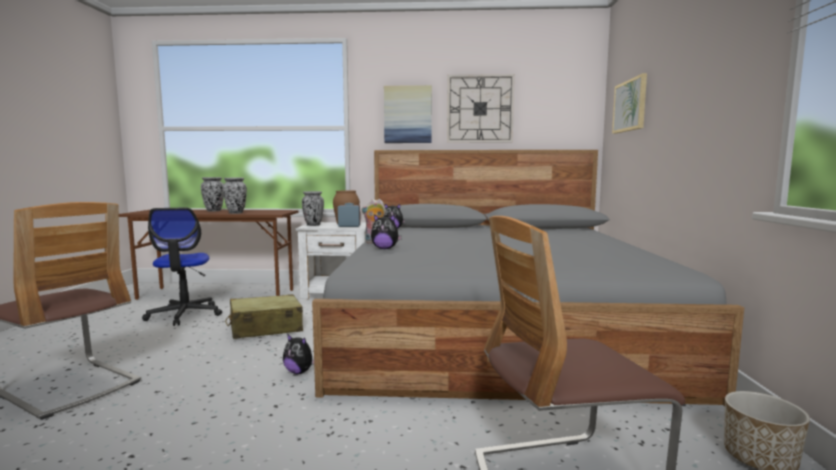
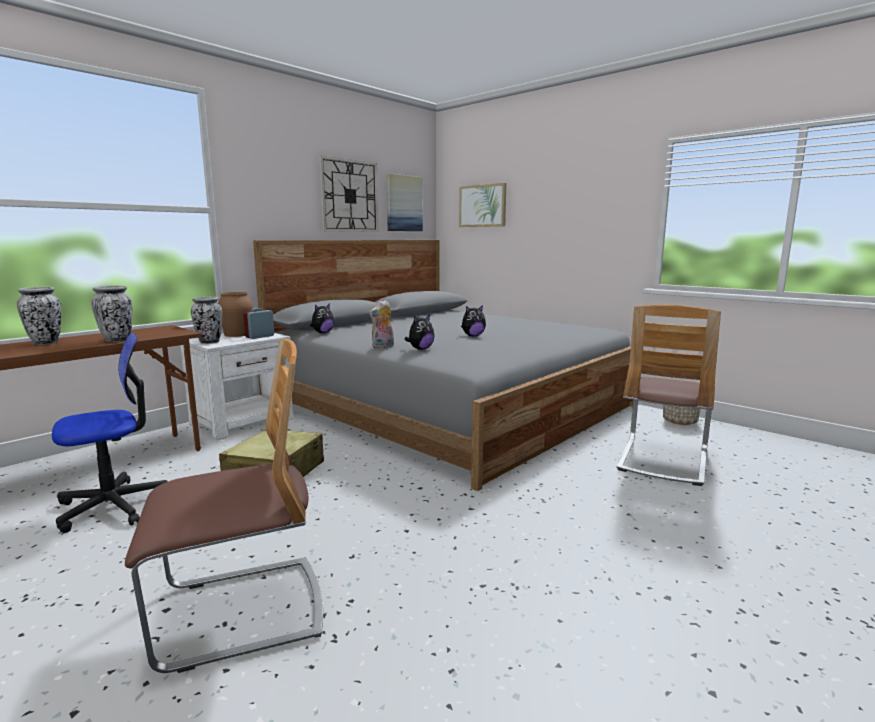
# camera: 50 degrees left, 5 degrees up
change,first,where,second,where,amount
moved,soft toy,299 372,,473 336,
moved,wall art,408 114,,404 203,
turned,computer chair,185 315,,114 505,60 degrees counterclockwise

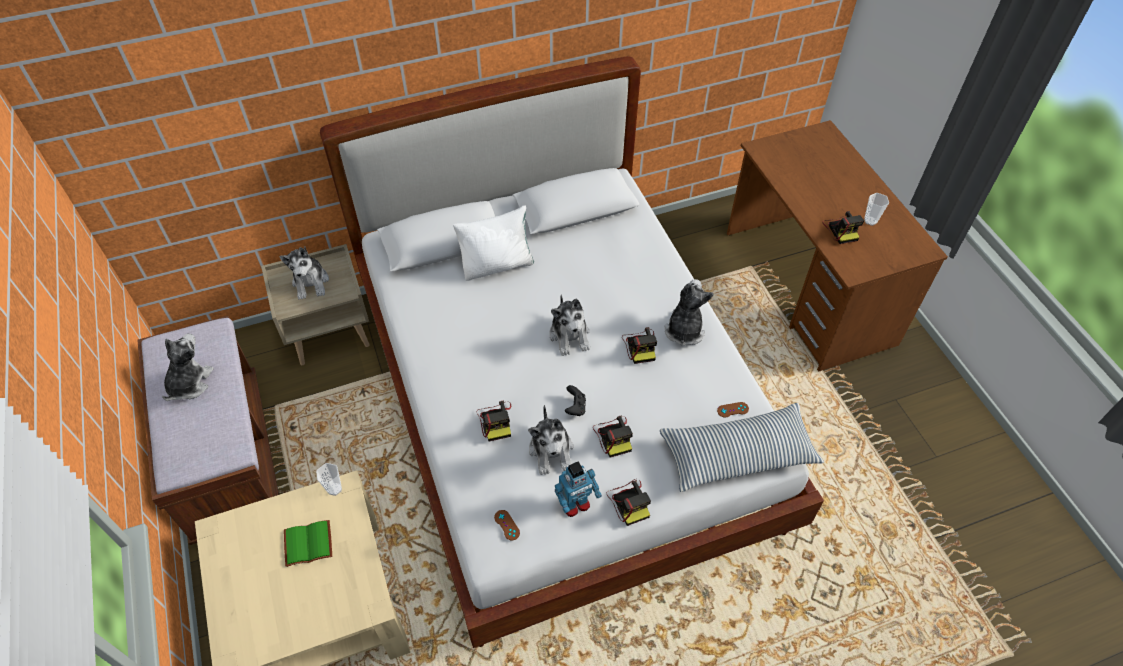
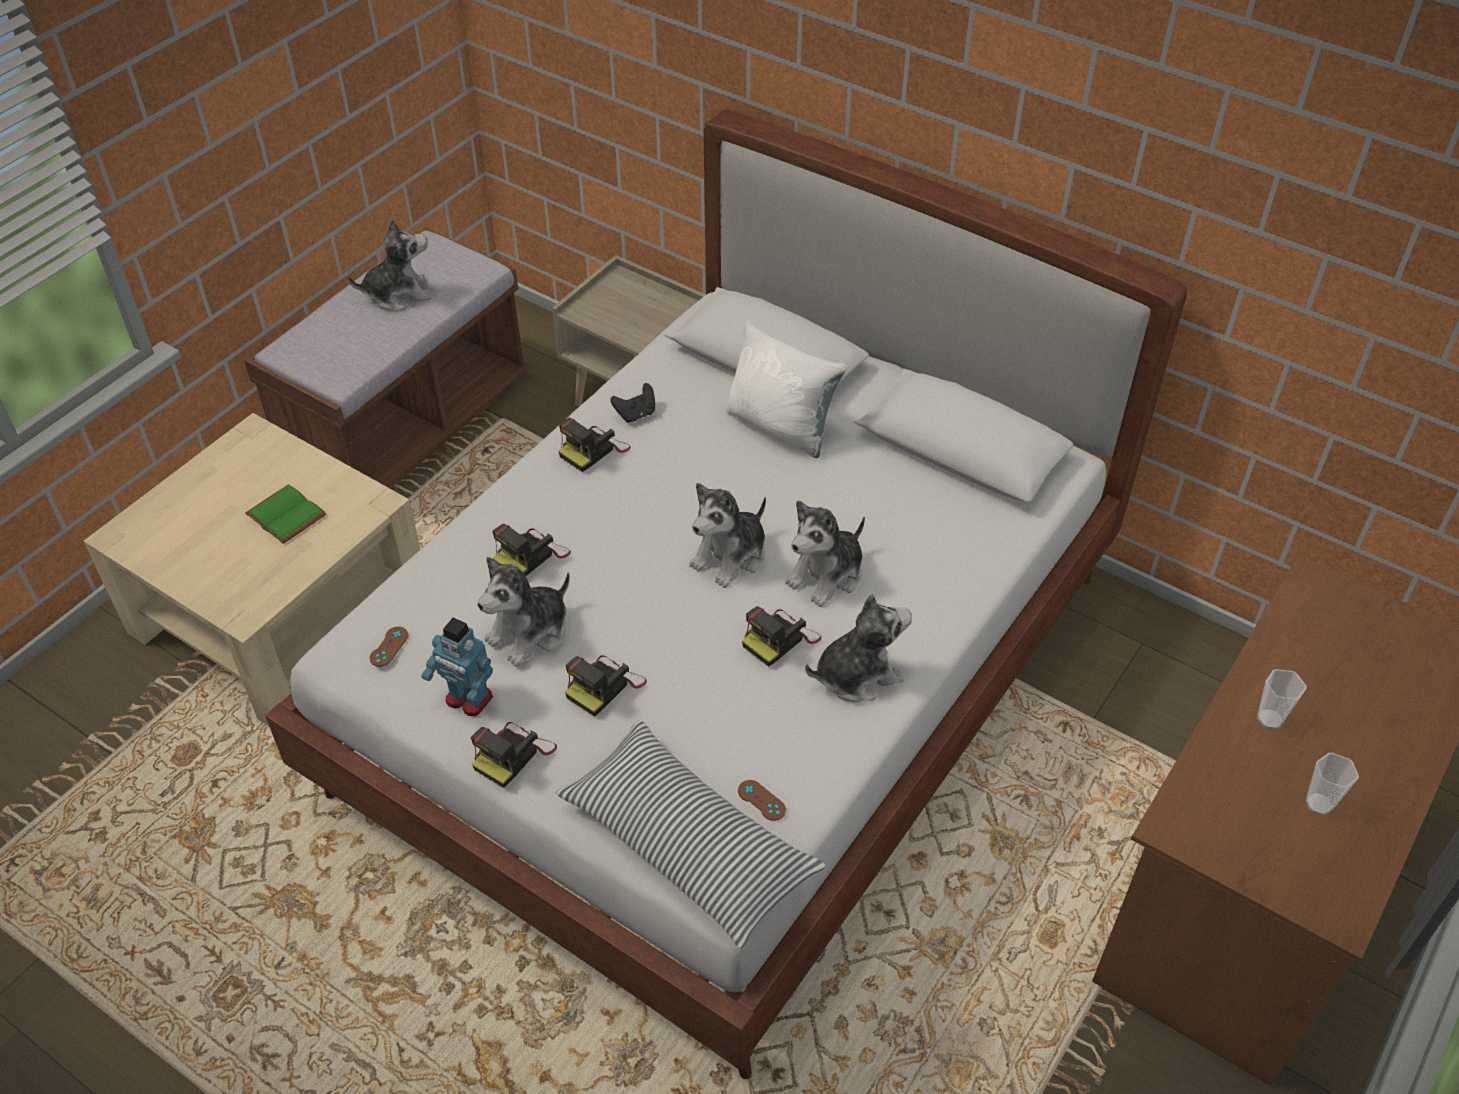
# camera: 55 degrees right, 5 degrees down
change,first,where,second,where,amount
moved,soft toy,311 282,,827 575,
moved,cup,334 489,,1270 719,
moved,black joypad,575 407,,636 414,
moved,still camera,841 229,,593 450,

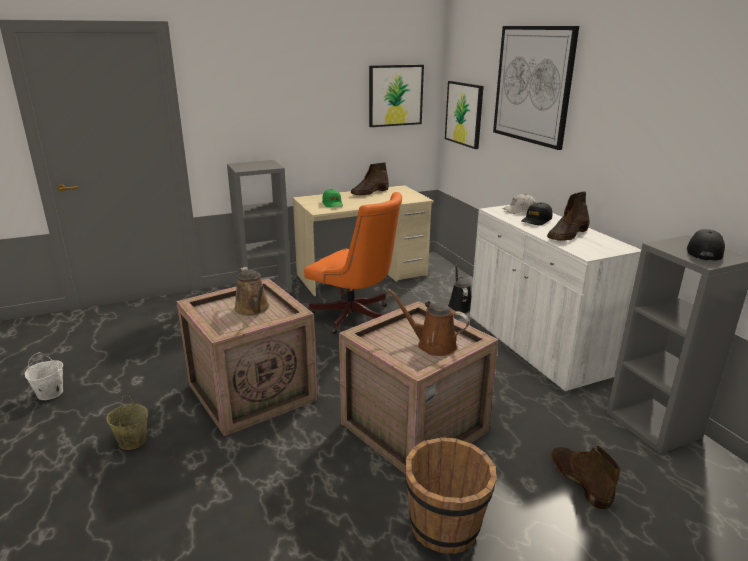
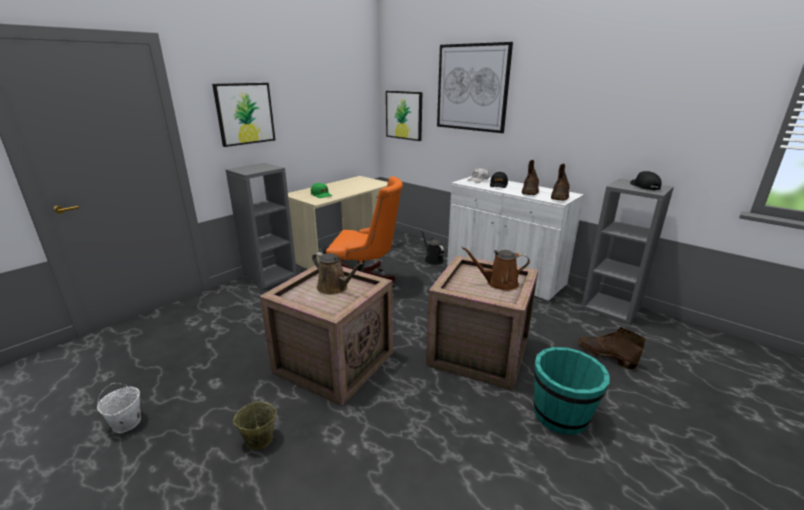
# camera: 25 degrees left, 0 degrees up
change,first,where,second,where,amount
moved,brown tall boot,369 192,,560 196,
moved,wall art,395 95,,245 114,
recoloured,brown bucket,445 527,turquoise-coloured bucket,561 415,

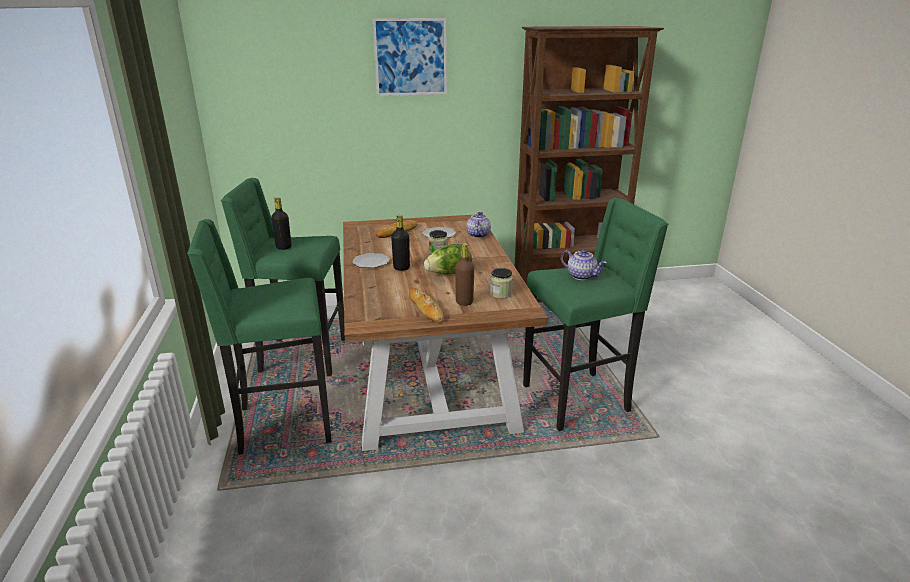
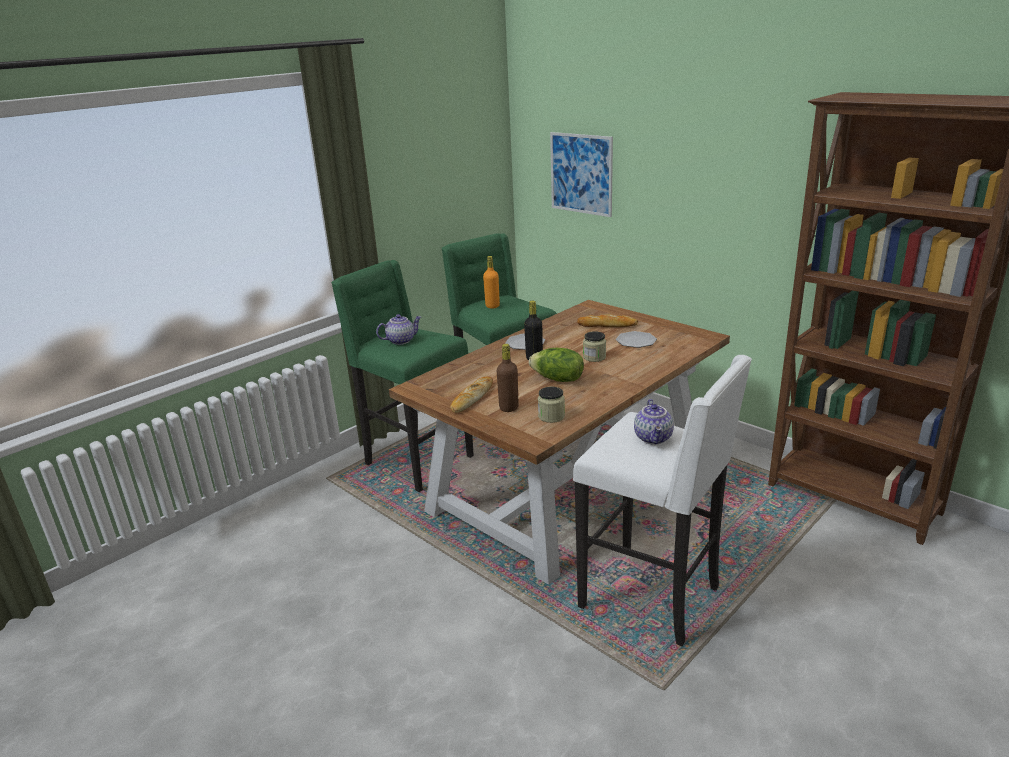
# camera: 55 degrees right, 0 degrees up
change,first,where,second,where,amount
moved,wall art,410 57,,581 174,
moved,teapot,477 235,,401 340,
recoloured,black bottle,283 247,orange bottle,492 306,
recoloured,green stool seat,578 399,whitish stool seat,653 597,

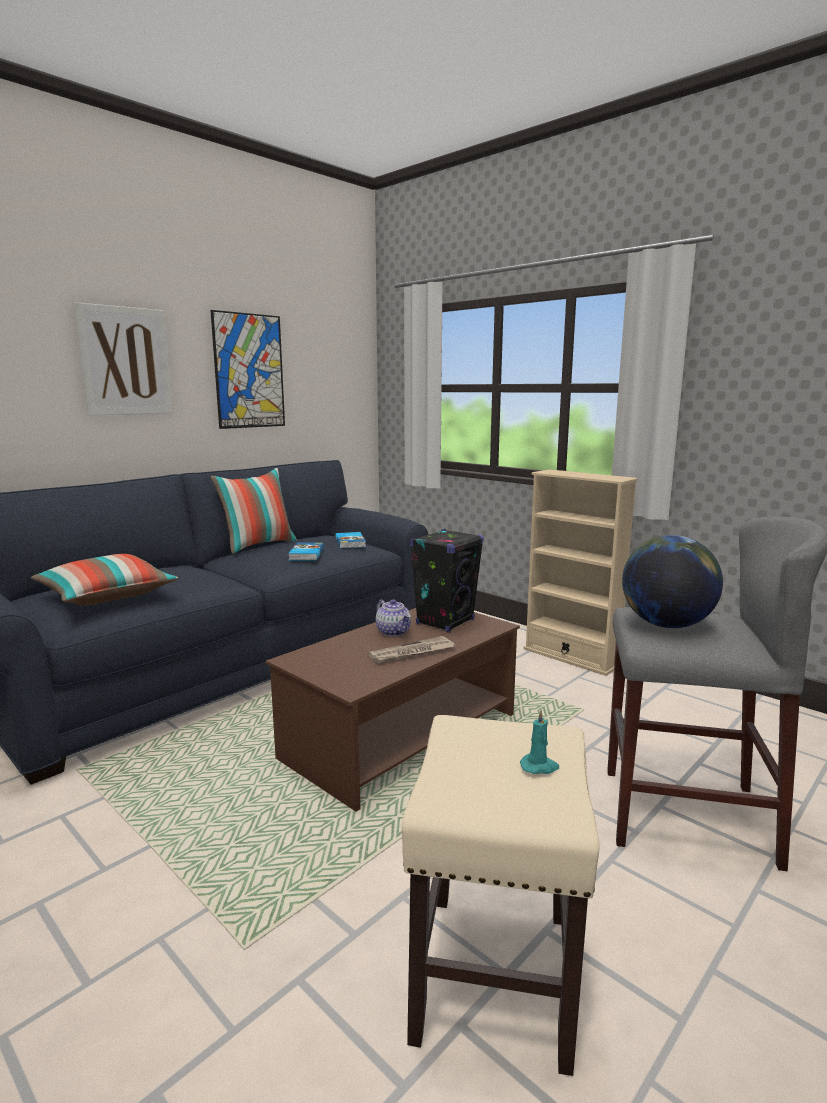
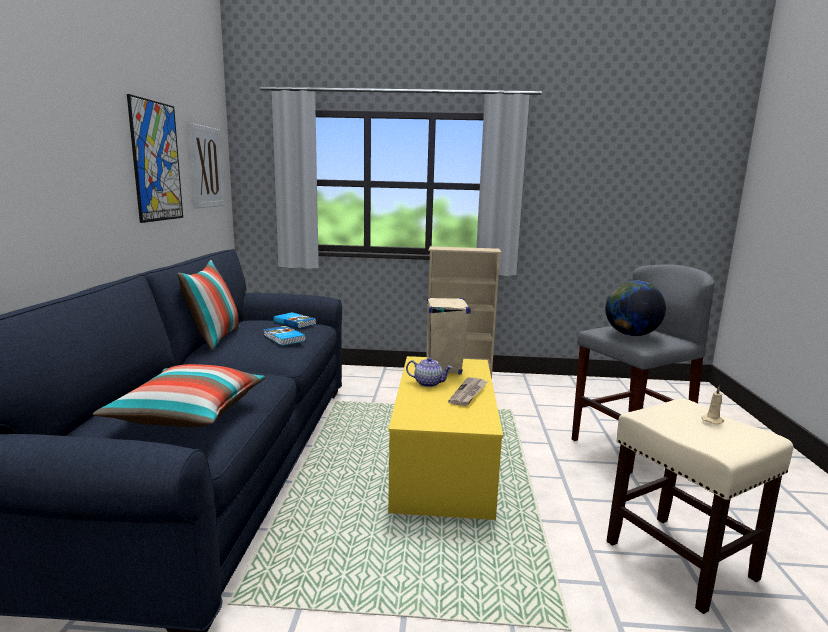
# camera: 40 degrees left, 0 degrees up
change,first,where,second,where,amount
moved,wall art,125 361,,206 167,
recoloured,brown lounge table,403 735,yellow lounge table,443 462,
recoloured,black speaker,445 622,beige-coloured speaker,444 368,
recoloured,turquoise-coloured wax candle,539 767,beige-coloured wax candle,713 420,

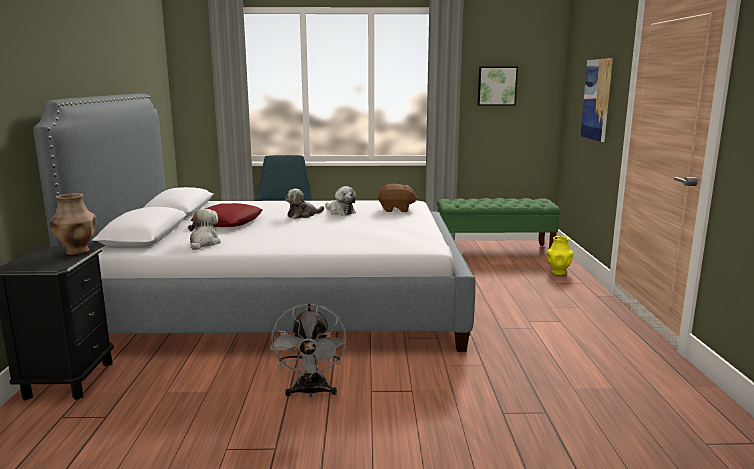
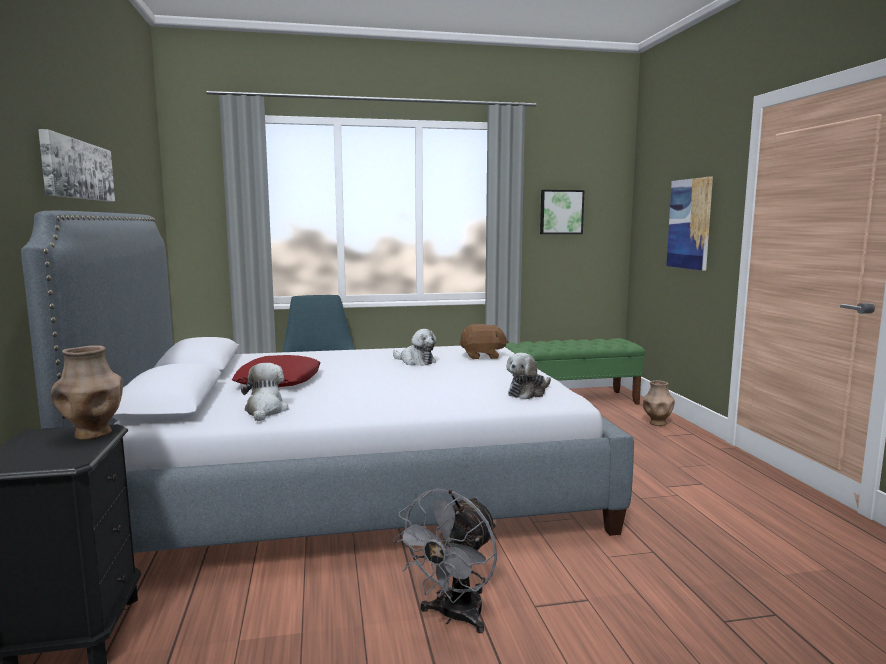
# camera: 10 degrees left, 5 degrees down
change,first,where,second,where,amount
added,,,wall art,77 170,
moved,soft toy,303 215,,528 393,
recoloured,yellow vase,558 273,brown vase,657 423,
turned,gray fan,311 392,,454 617,45 degrees clockwise

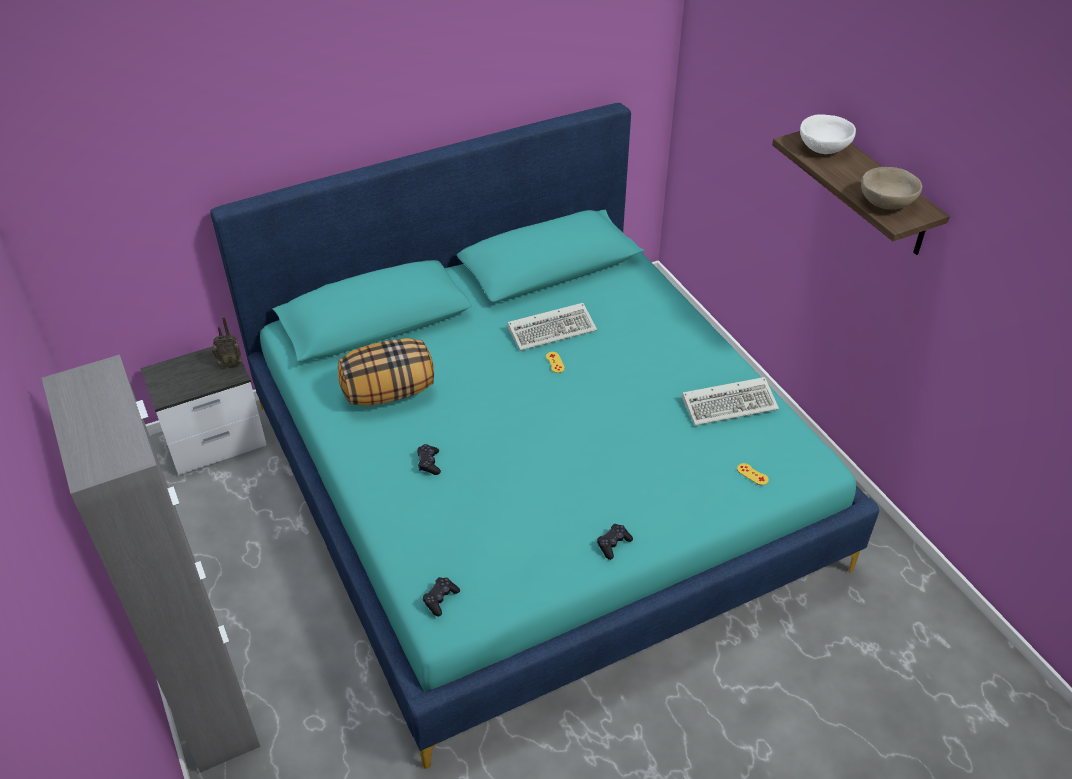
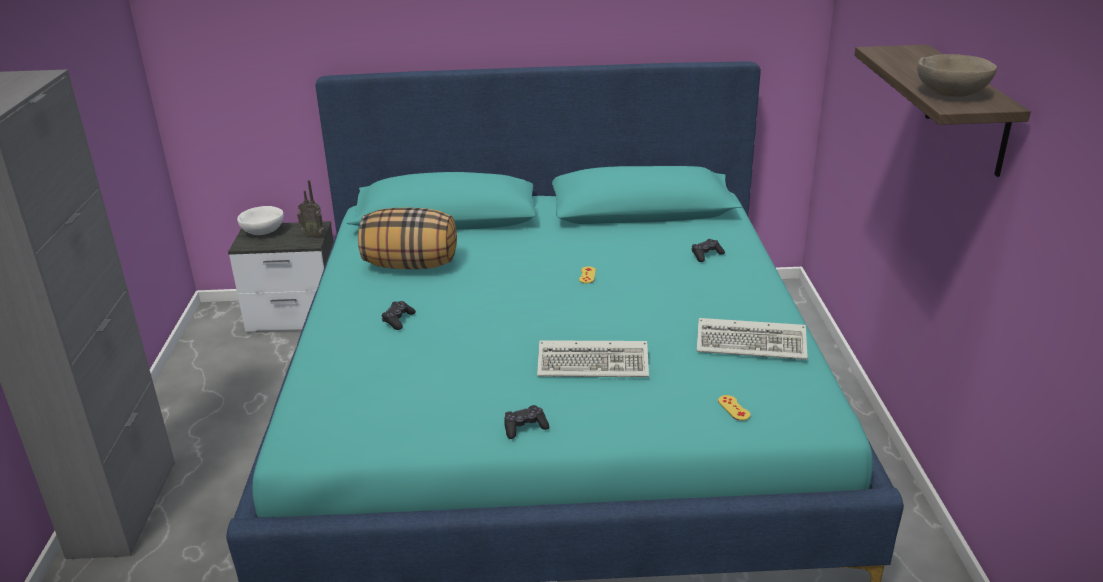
# camera: 25 degrees right, 15 degrees down
change,first,where,second,where,amount
moved,black joypad,440 599,,706 255,
moved,keyboard,553 329,,595 363,
moved,whitish deep dish,823 148,,263 232,

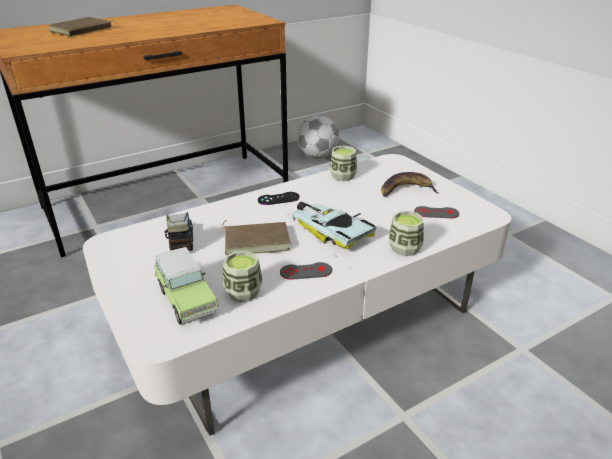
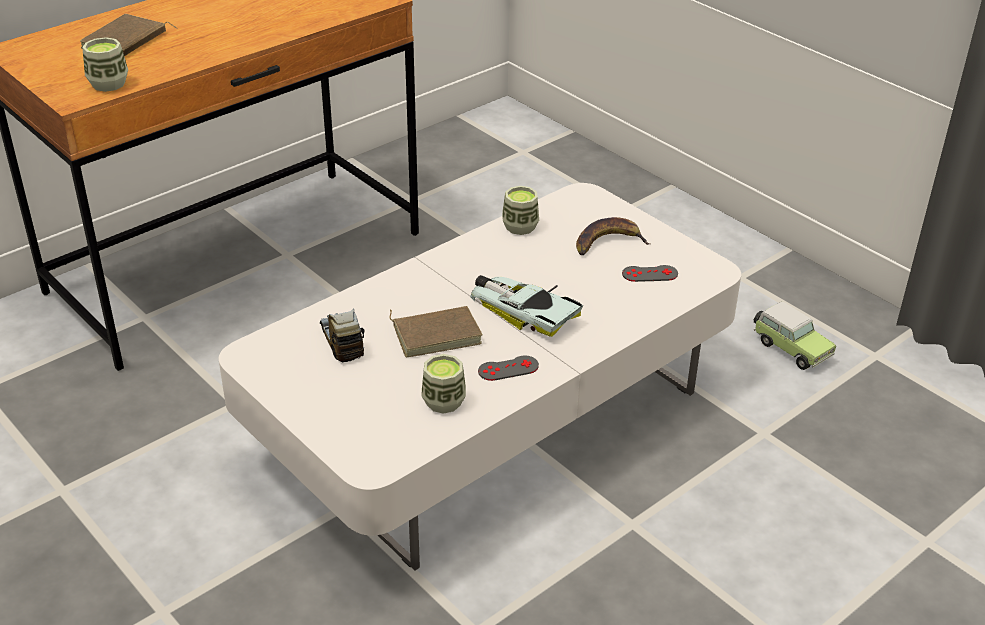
# camera: 10 degrees left, 5 degrees up
change,first,where,second,where,amount
removed,black joypad,278 199,,,
removed,football ball,318 156,,,
moved,model car,186 299,,789 348,
moved,cup,404 248,,108 84,

